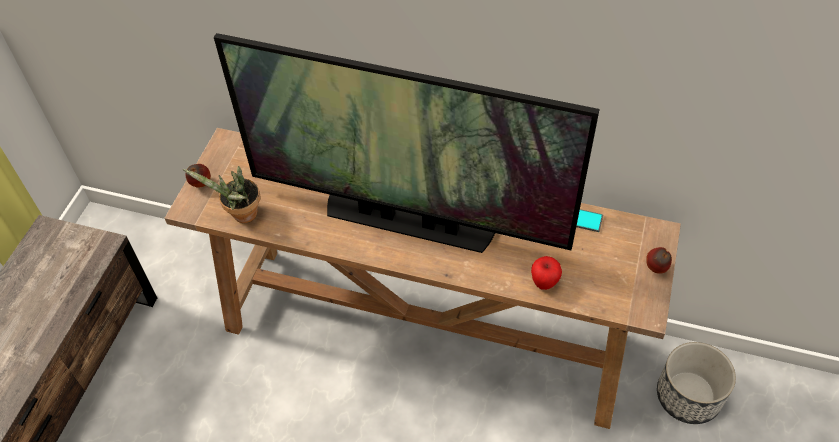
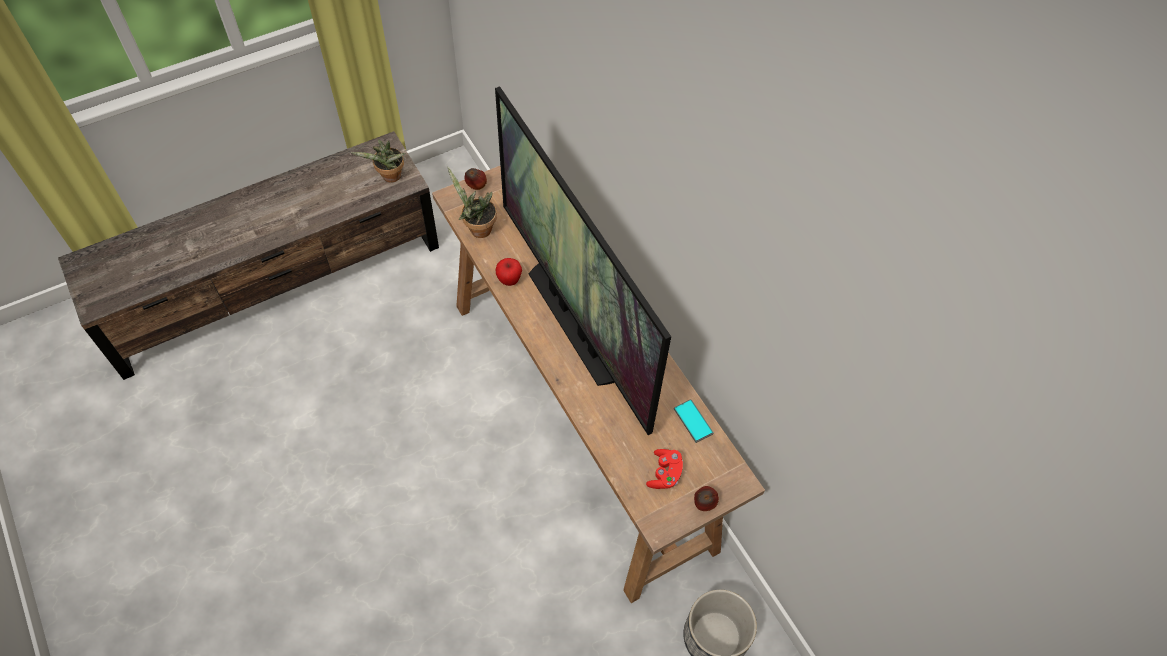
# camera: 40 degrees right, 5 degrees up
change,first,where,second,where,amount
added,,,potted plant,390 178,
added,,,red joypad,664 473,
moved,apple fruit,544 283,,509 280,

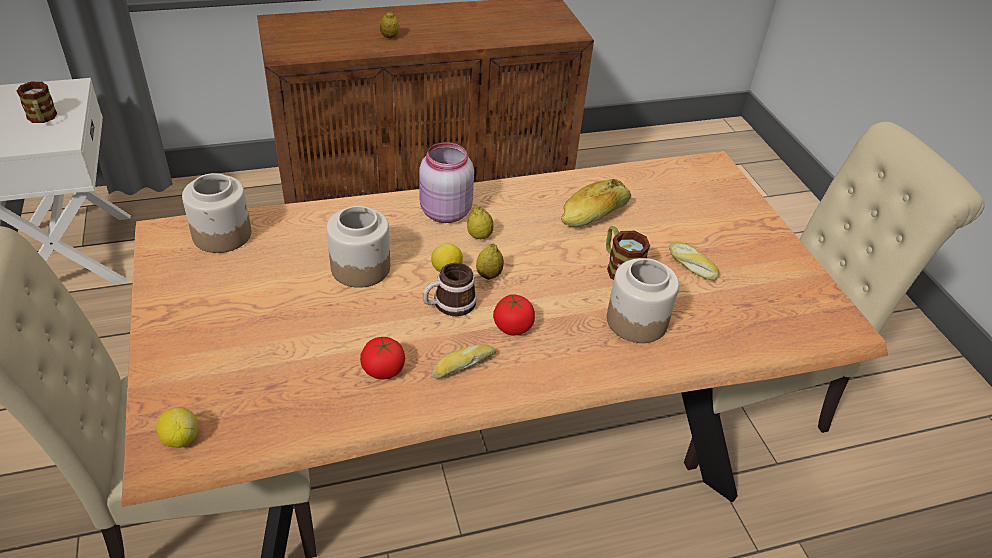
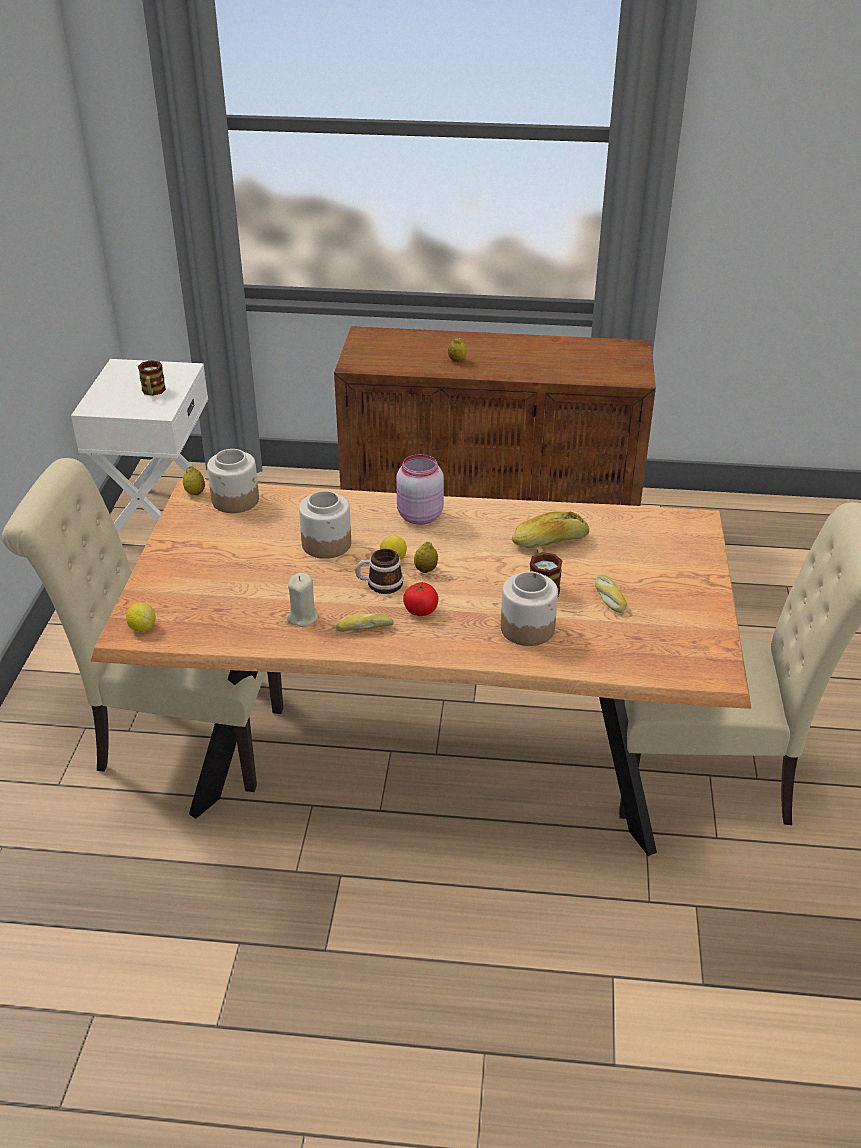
# camera: 25 degrees right, 5 degrees down
change,first,where,second,where,amount
moved,citrus fruit,479 236,,195 493,
replaced,tomato,383 370,beige-coloured wax candle,303 617,

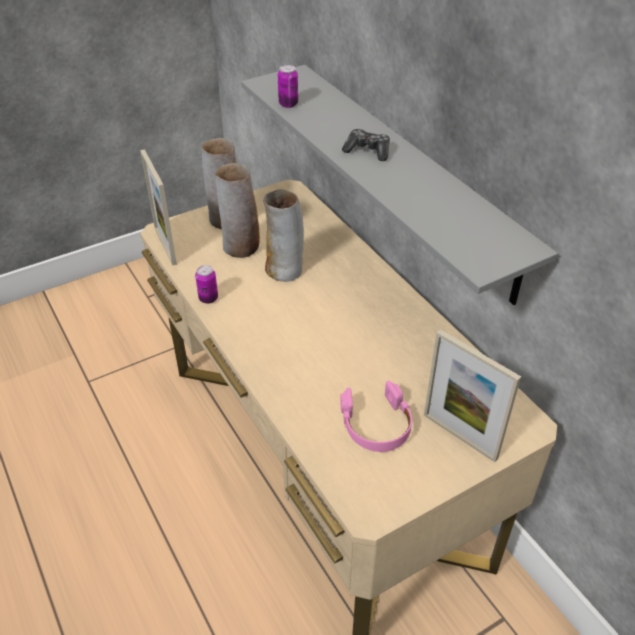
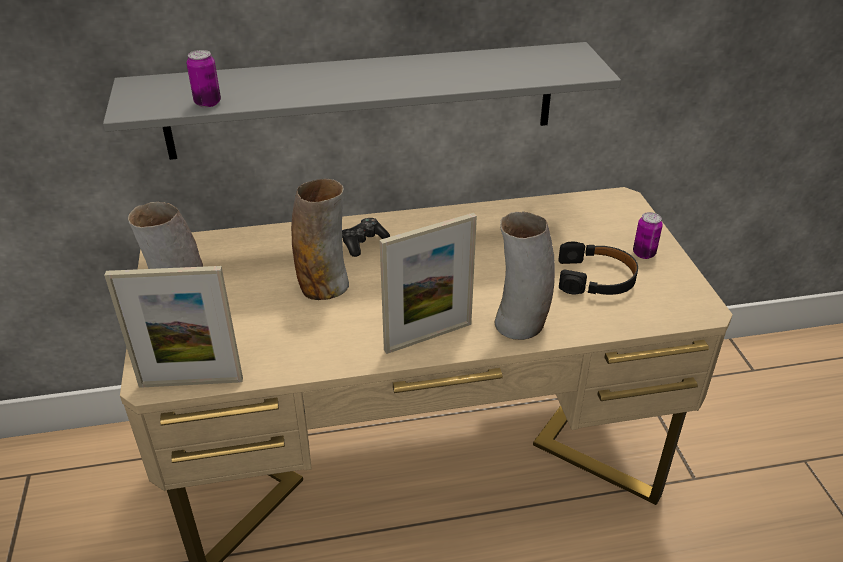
# camera: 70 degrees left, 5 degrees down
change,first,where,second,where,amount
moved,sealed can,208 298,,644 253,
moved,vase,241 248,,520 323,
moved,joypad,368 151,,363 242,
moved,picture frame,459 436,,428 337,
recoloured,pink headset,376 425,black headset,596 278,

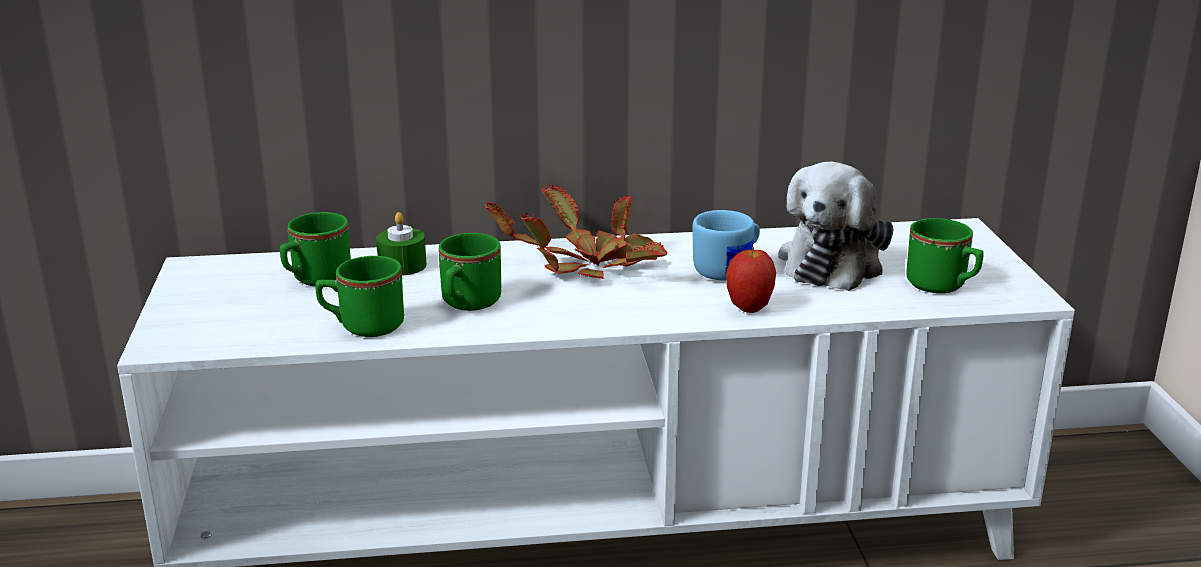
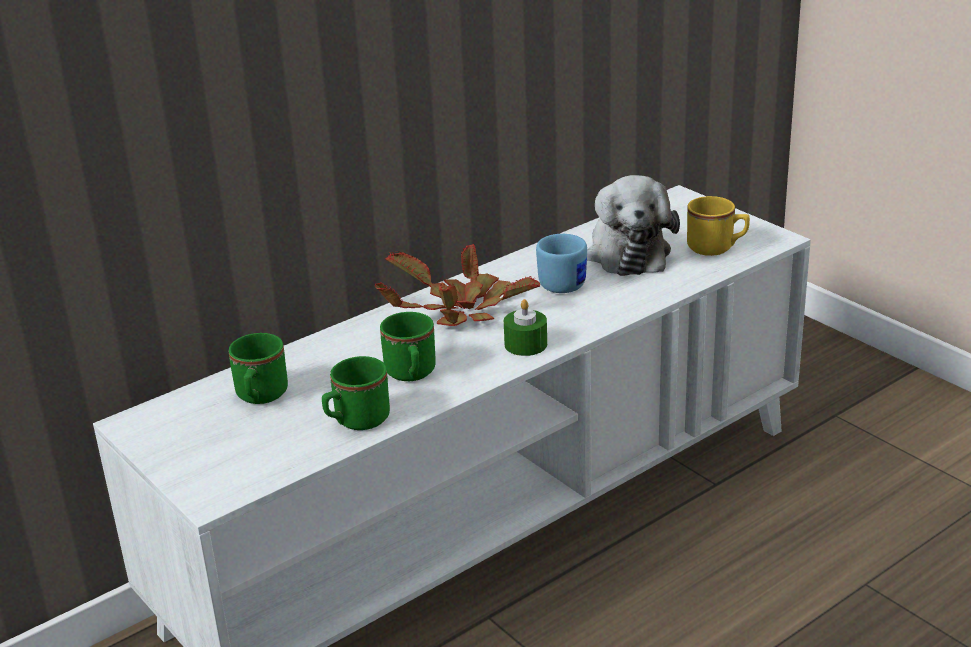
# camera: 30 degrees left, 5 degrees up
change,first,where,second,where,amount
removed,apple fruit,749 308,,,
moved,green wax candle,402 265,,525 344,
recoloured,green tea mug,942 286,yellow tea mug,716 248,

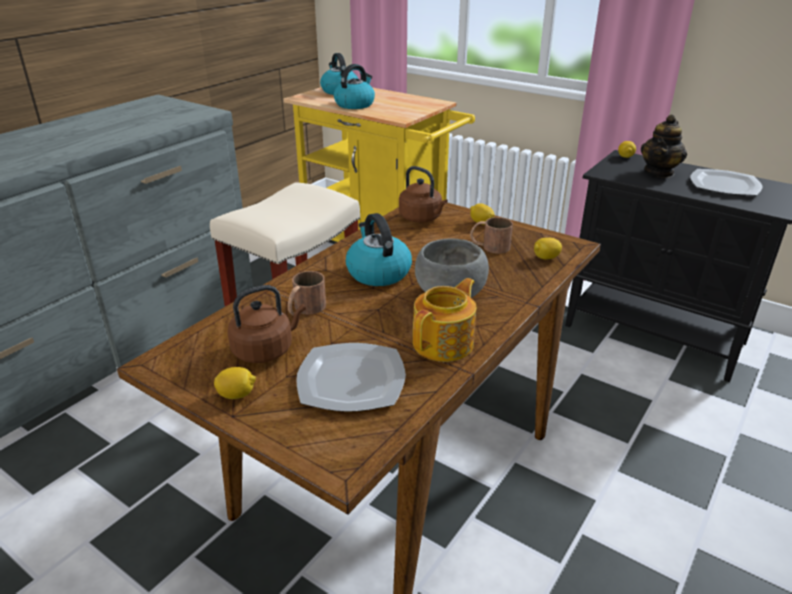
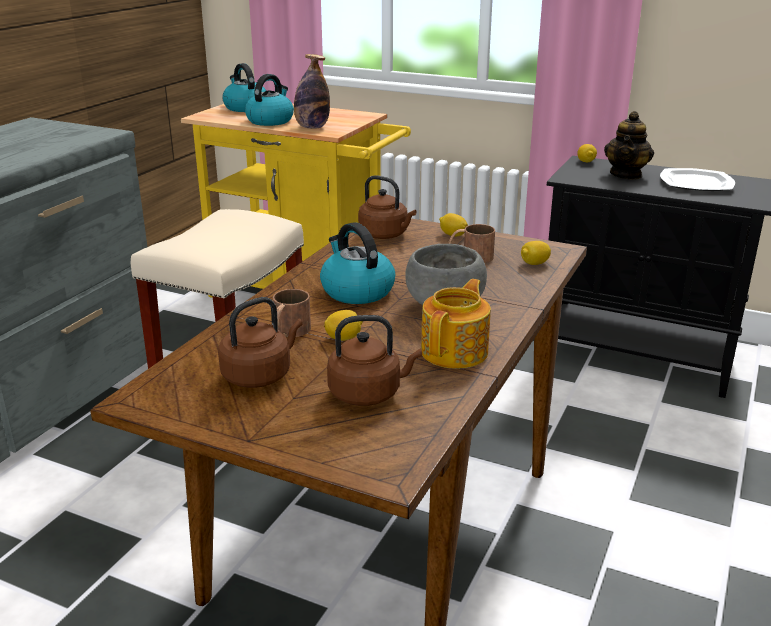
# camera: 10 degrees left, 5 degrees down
change,first,where,second,where,amount
added,,,bottle,312 127,
moved,citrus fruit,237 394,,344 338,
replaced,dinner plate,352 379,brown water kettle,368 393,

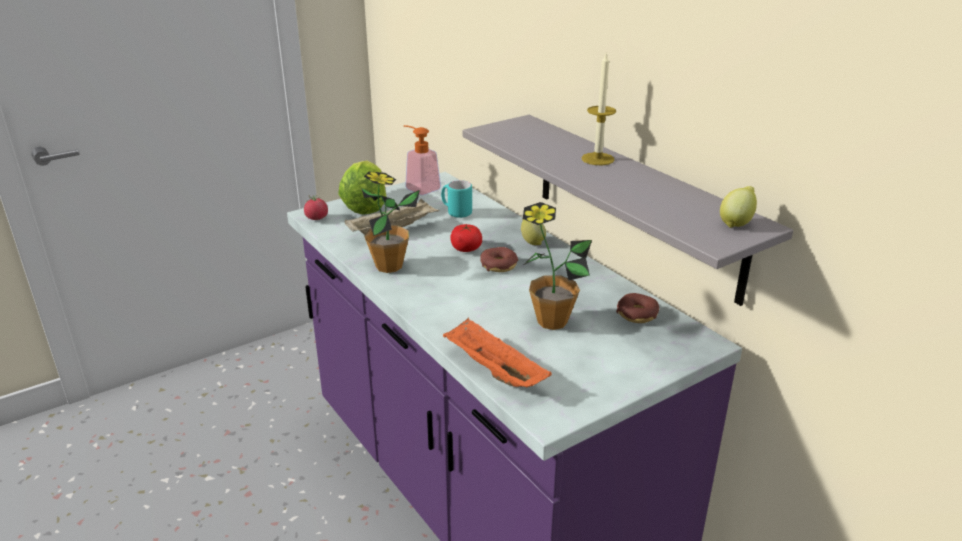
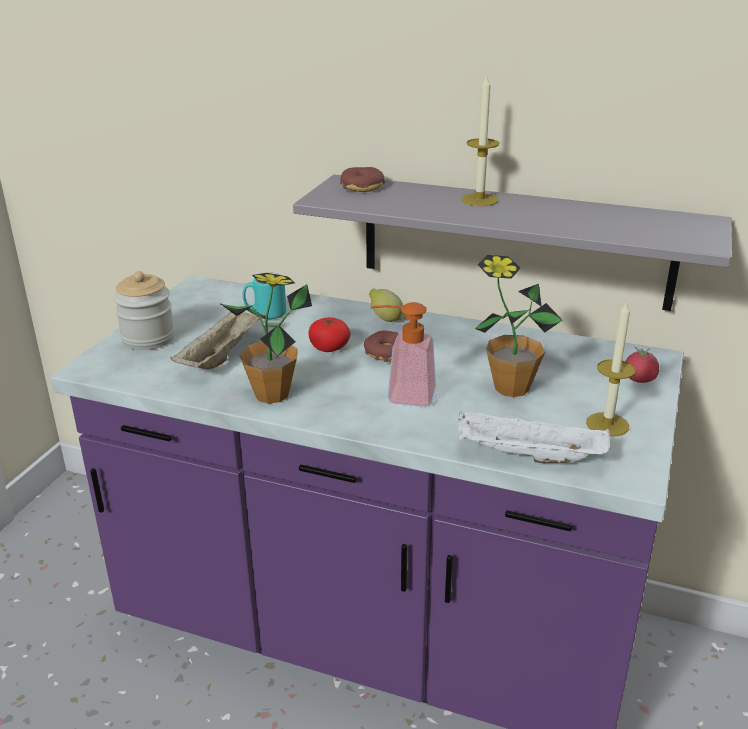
# camera: 35 degrees left, 0 degrees up
change,first,where,second,where,amount
removed,citrus fruit,736 223,,,
added,,,wax candle,607 424,
moved,tomato,316 218,,639 379,
moved,liquid soap bottle,419 187,,402 395,
moved,ring doughnut,637 314,,362 187,
replaced,lettuce,366 206,jar,148 338,
recoloured,orange serving tray,492 370,whitish serving tray,526 456,

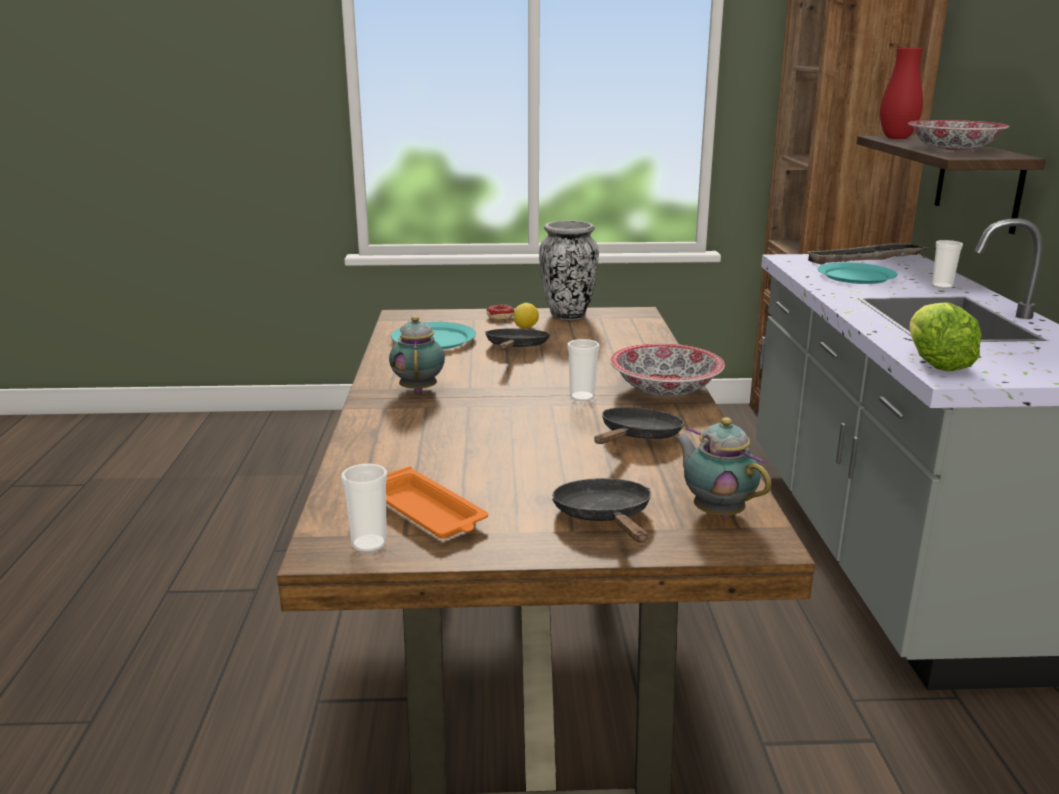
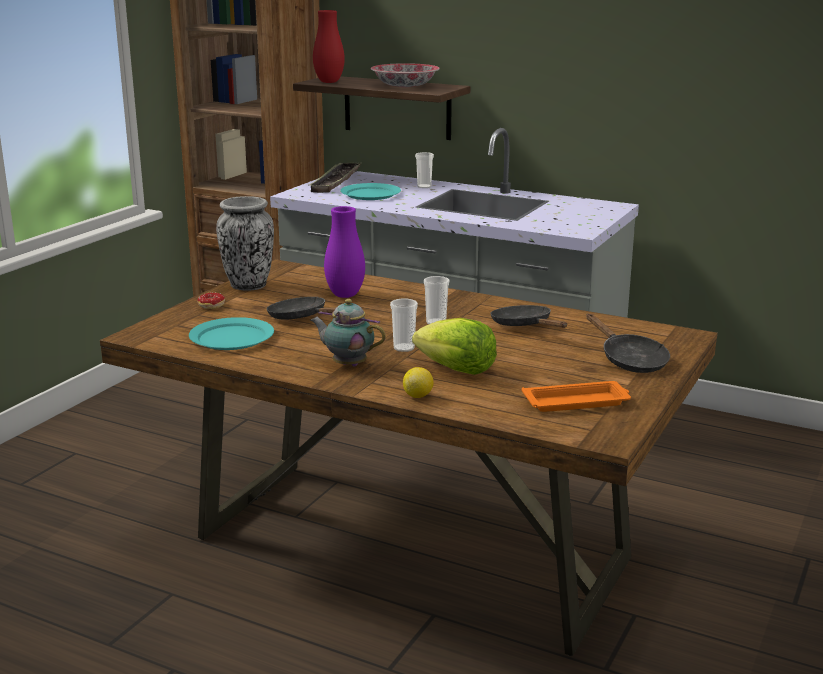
# camera: 60 degrees left, 0 degrees up
change,first,where,second,where,amount
removed,deep dish,664 390,,,
removed,teapot,716 512,,,
added,,,purplish vase,345 295,
moved,cup,369 544,,404 348,
moved,citrus fruit,526 328,,418 396,
moved,lettuce,934 363,,456 369,
turned,black frying pan,605 518,,629 360,135 degrees counterclockwise

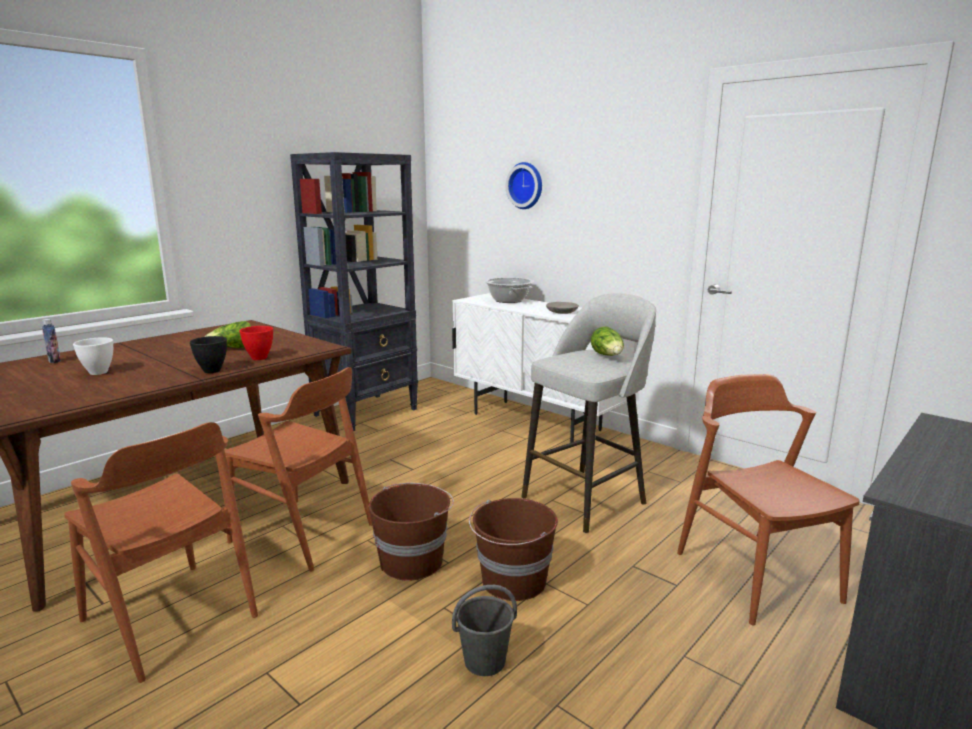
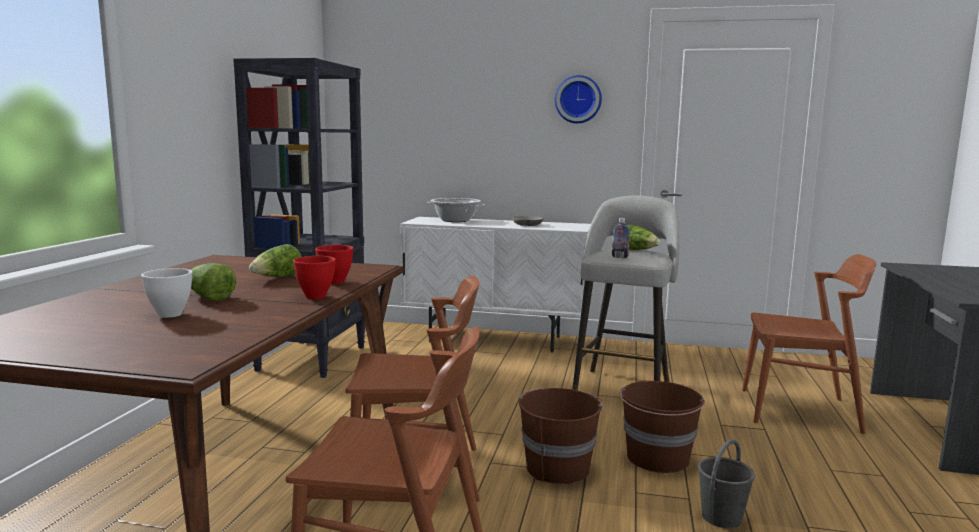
# camera: 30 degrees left, 5 degrees down
change,first,where,second,where,amount
added,,,lettuce,209 297,
moved,bottle,54 361,,619 257,
moved,wall clock,526 185,,578 99,
recoloured,black deep dish,211 371,red deep dish,315 297,
turned,brown plain chair,755 576,,799 410,150 degrees clockwise

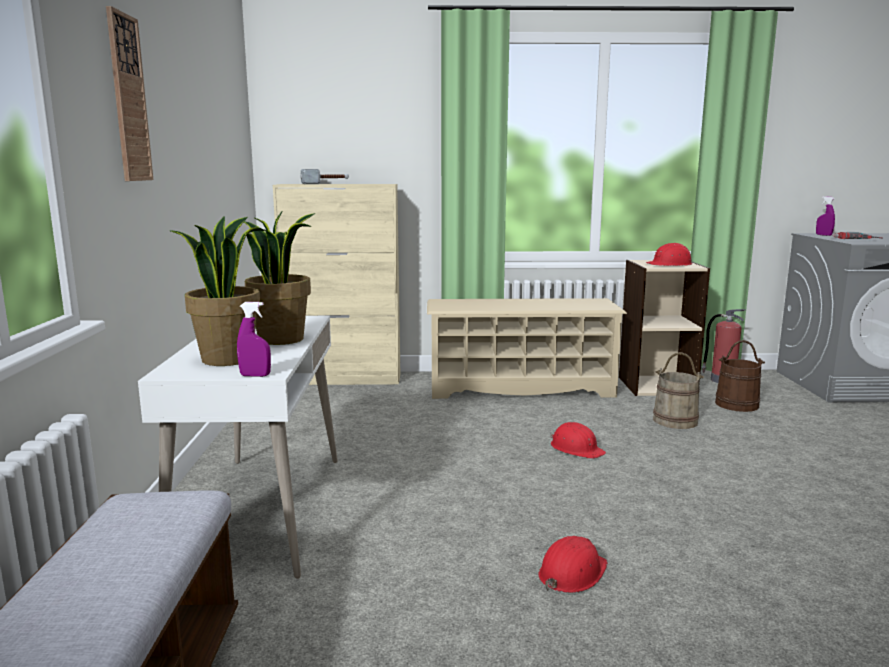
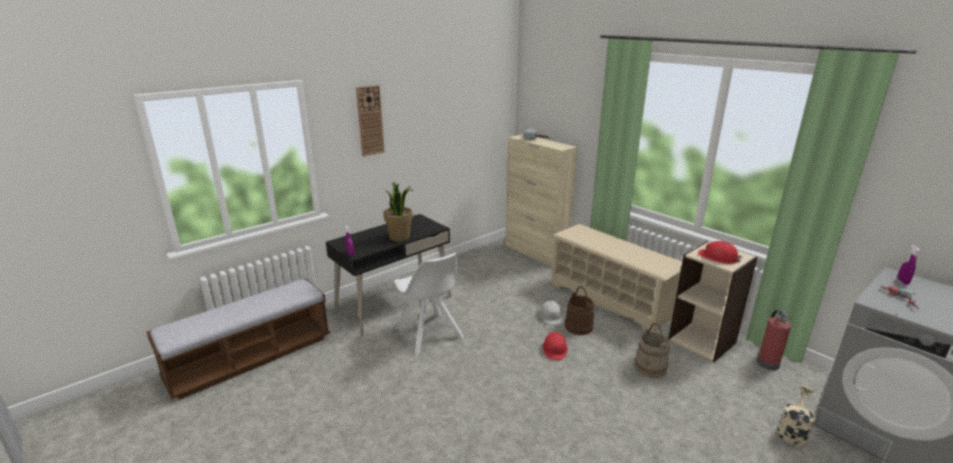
# camera: 50 degrees right, 10 degrees up
change,first,where,second,where,amount
removed,potted plant,227 359,,,
removed,red hard hat,572 573,,,
added,,,whitish plain chair,429 334,
added,,,whitish hard hat,551 316,
added,,,beige-coloured watering can,793 431,
moved,brown bucket,736 404,,578 326,
recoloured,whitish desk table,261 511,black desk table,394 305,

